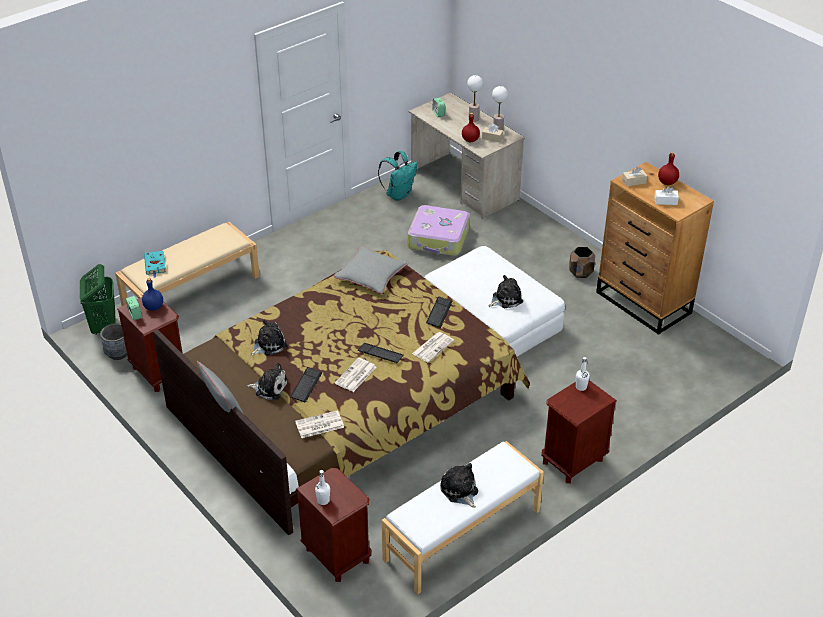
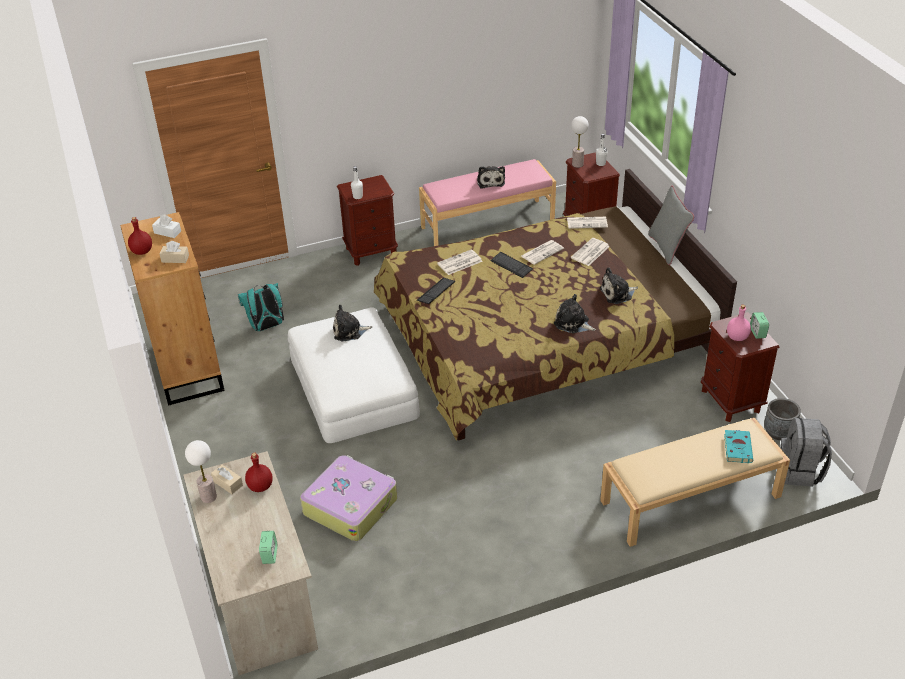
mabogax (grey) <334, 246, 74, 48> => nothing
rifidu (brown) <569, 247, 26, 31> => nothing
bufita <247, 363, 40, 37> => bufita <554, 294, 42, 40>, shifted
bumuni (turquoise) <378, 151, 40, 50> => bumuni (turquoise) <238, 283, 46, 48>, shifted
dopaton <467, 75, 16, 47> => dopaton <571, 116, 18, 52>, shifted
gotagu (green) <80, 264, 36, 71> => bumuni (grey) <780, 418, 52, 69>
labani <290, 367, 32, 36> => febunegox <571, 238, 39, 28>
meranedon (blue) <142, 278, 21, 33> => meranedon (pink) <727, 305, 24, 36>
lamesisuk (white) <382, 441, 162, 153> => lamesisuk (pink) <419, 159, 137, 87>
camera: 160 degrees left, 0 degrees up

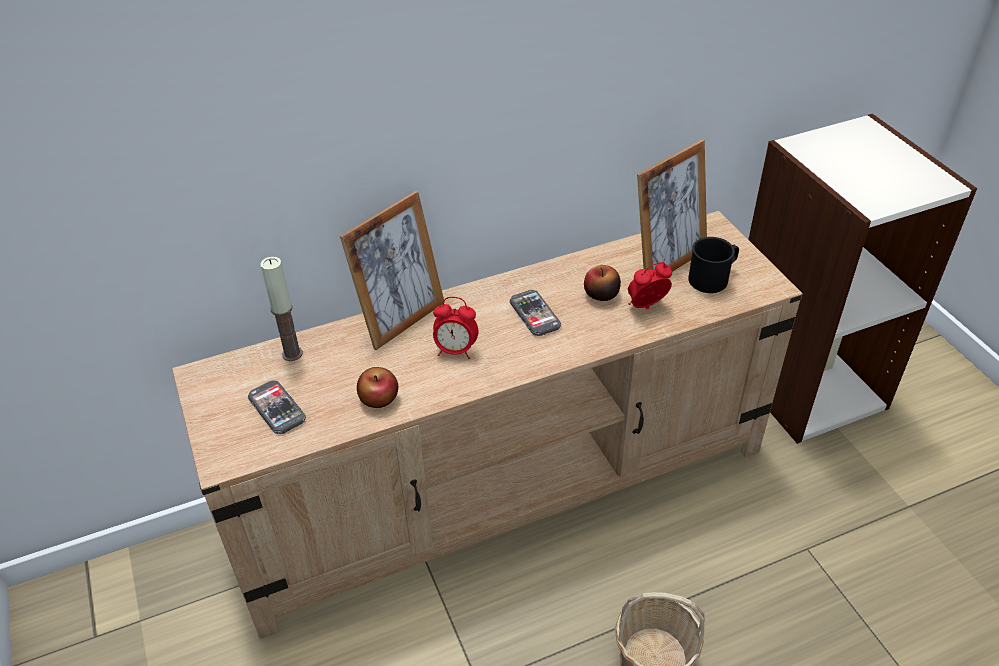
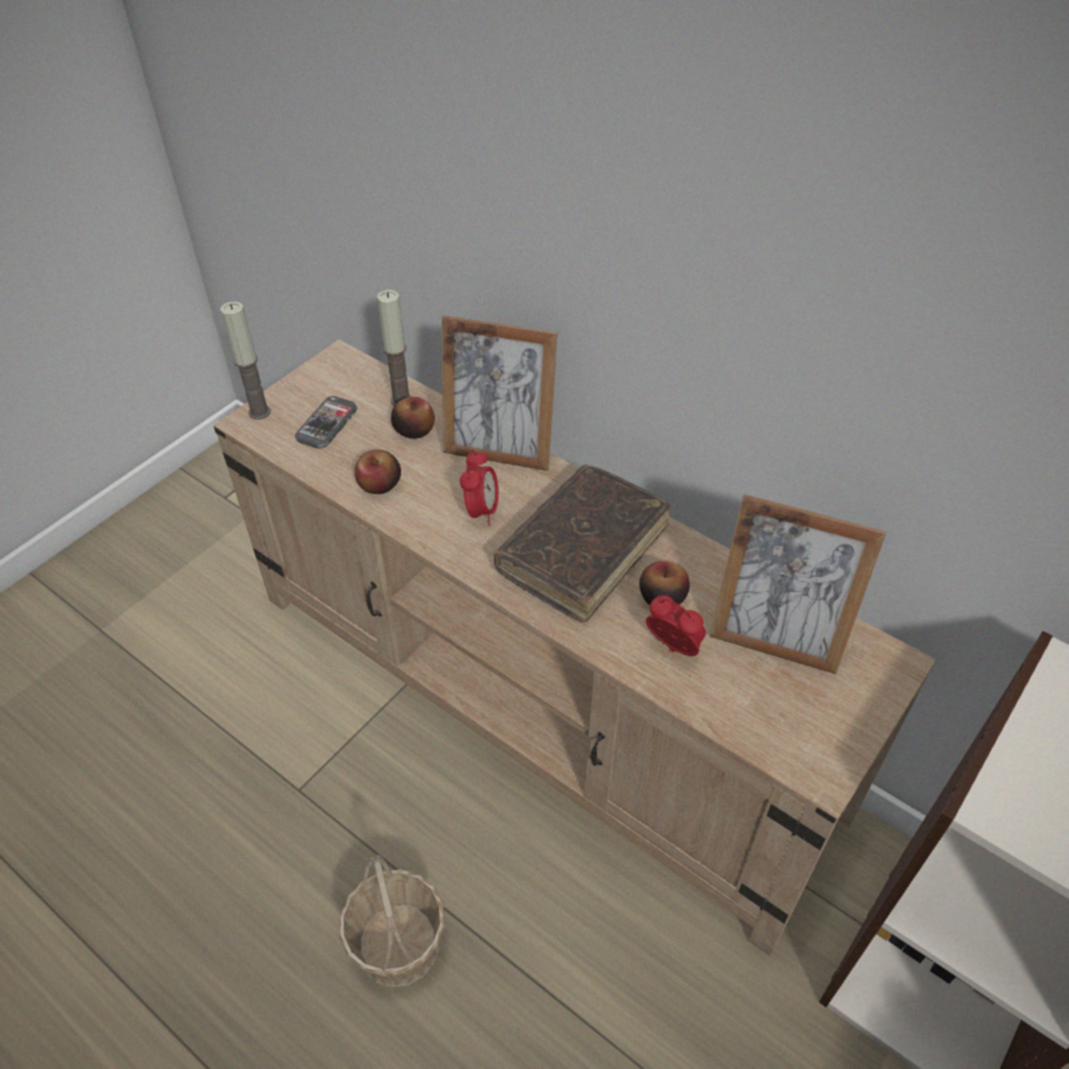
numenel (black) <688, 237, 51, 56> => nothing
nothing => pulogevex <220, 301, 51, 119>
nothing => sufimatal <391, 397, 44, 42>
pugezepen <509, 290, 52, 46> => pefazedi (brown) <493, 464, 178, 158>
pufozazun <433, 297, 46, 62> => pufozazun <460, 450, 39, 76>, 150 degrees counterclockwise
camera: 60 degrees right, 5 degrees up

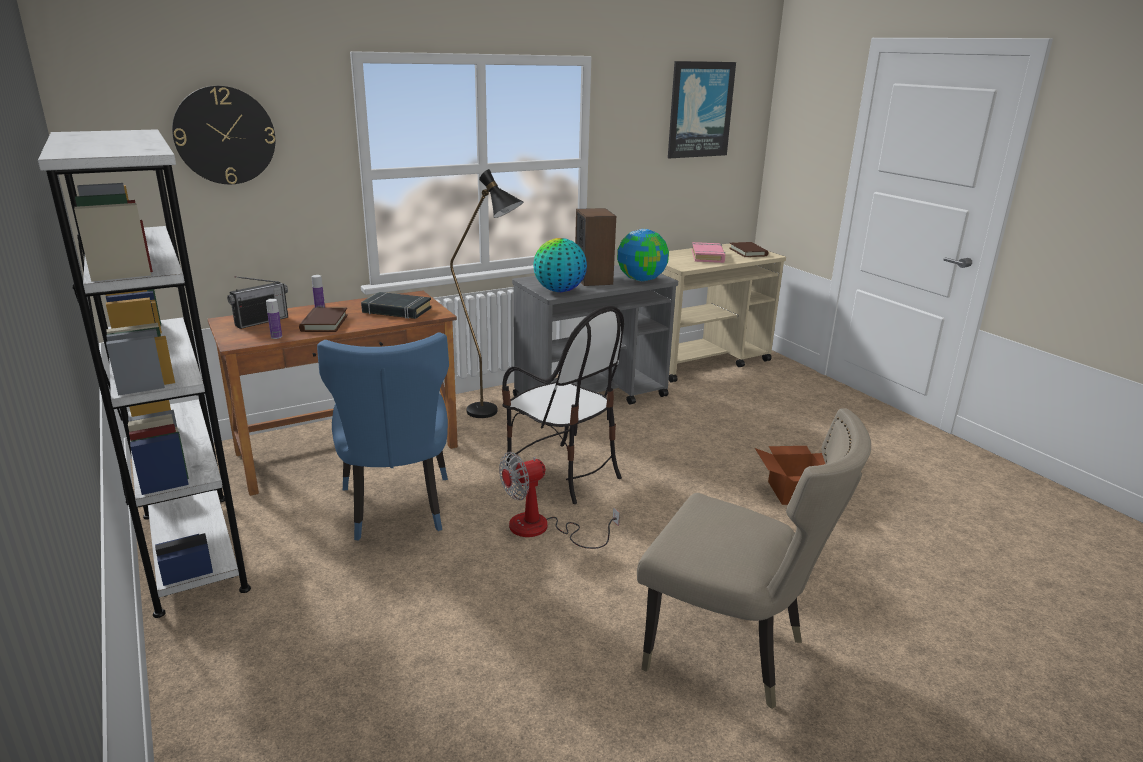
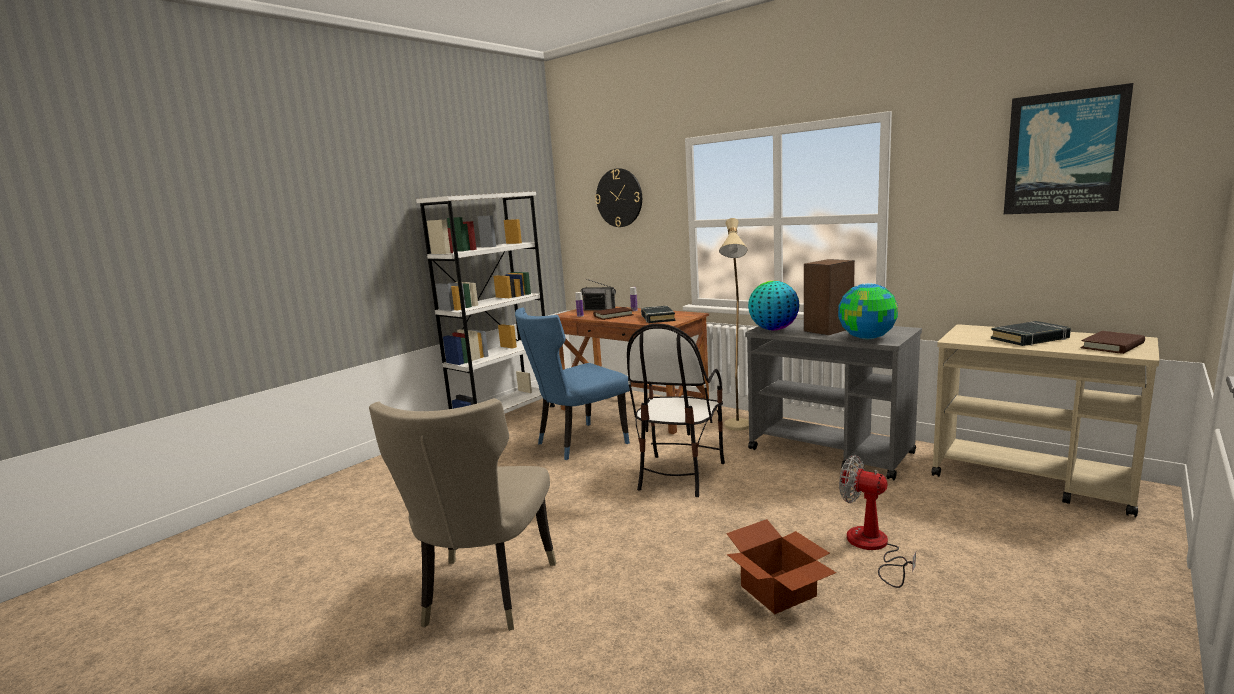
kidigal <499, 452, 121, 97> => kidigal <839, 455, 77, 133>, shifted
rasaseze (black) <450, 169, 73, 249> => rasaseze (beige) <719, 218, 30, 213>
pefazedi (pink) <692, 242, 33, 21> => pefazedi (black) <991, 321, 80, 25>
camera: 70 degrees right, 10 degrees down

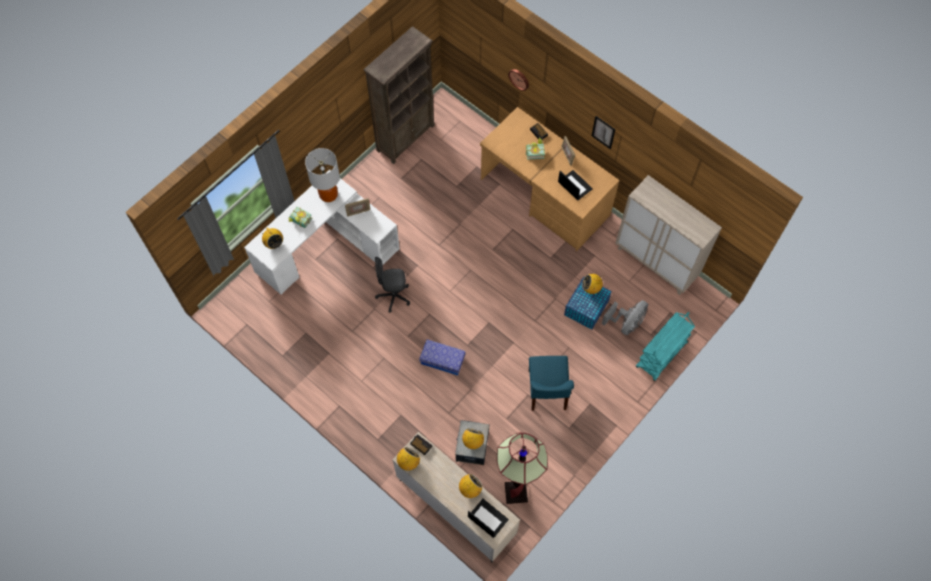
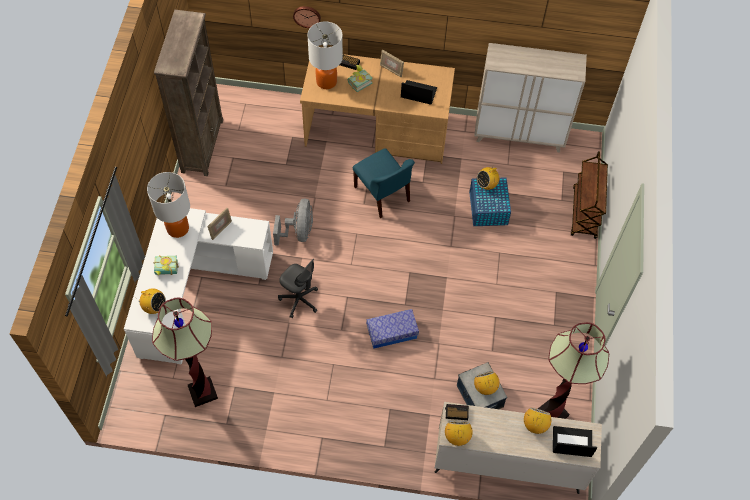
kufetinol <592, 116, 24, 33> => nothing
nothing => rasaseze <152, 298, 66, 109>
nothing => dopaton <307, 22, 36, 67>
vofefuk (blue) <529, 356, 45, 55> => vofefuk (blue) <353, 148, 62, 70>, shifted
kidigal (grey) <602, 300, 46, 35> => kidigal (grey) <273, 199, 40, 47>, shifted
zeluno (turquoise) <636, 312, 59, 69> => zeluno (brown) <571, 151, 37, 88>
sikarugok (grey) <375, 257, 35, 56> => sikarugok (grey) <278, 259, 40, 59>, 105 degrees counterclockwise
camera: 35 degrees left, 5 degrees down

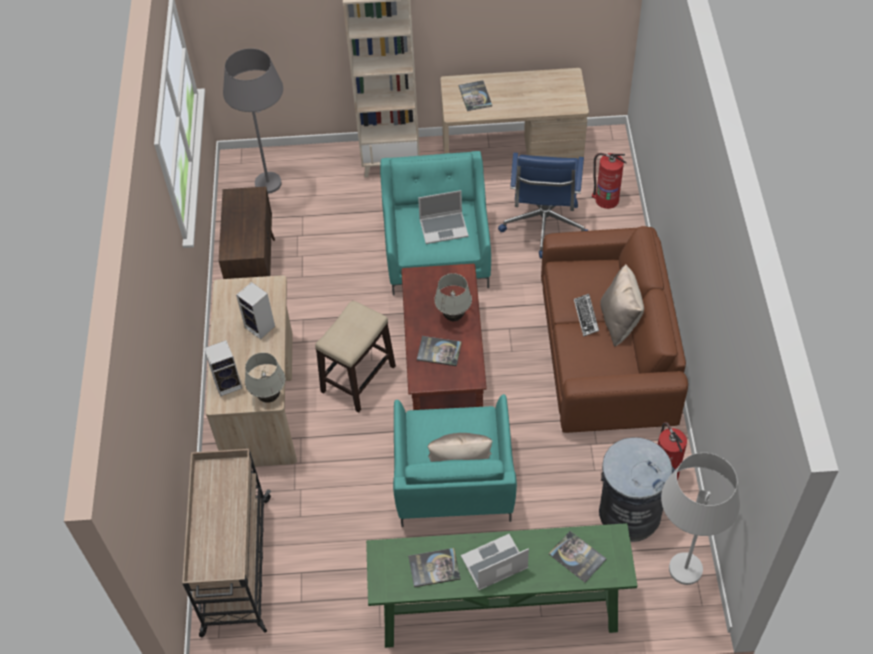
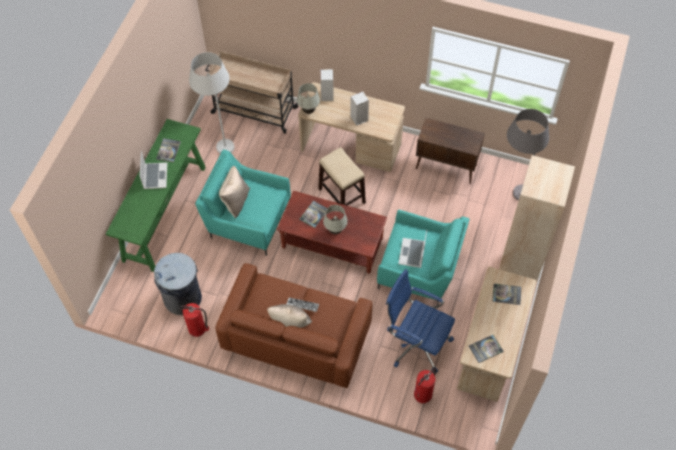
pefazedi <549, 531, 58, 52> => pefazedi <469, 334, 35, 29>, shifted
rasaseze (white) <661, 453, 79, 132> => rasaseze (white) <189, 52, 46, 102>, shifted
camera: 110 degrees right, 5 degrees up

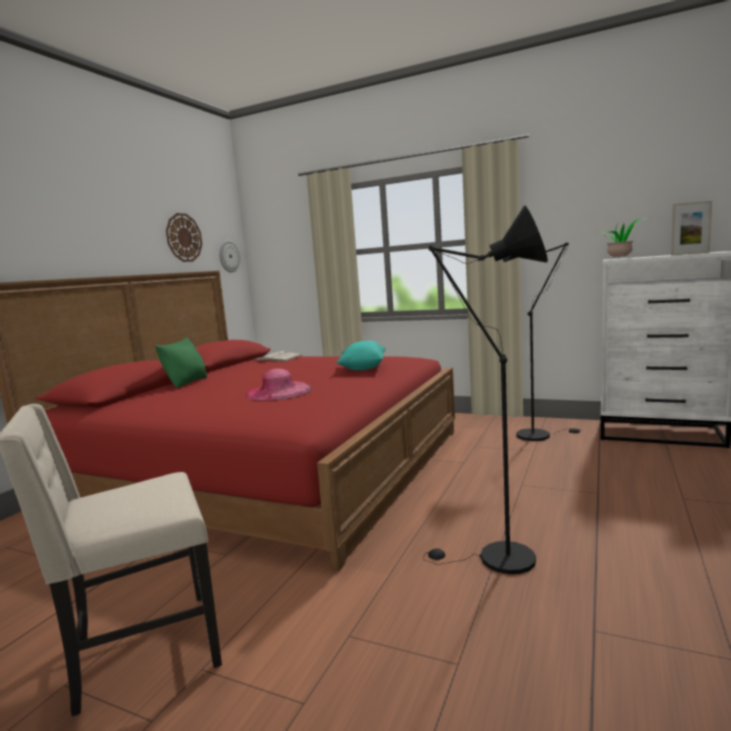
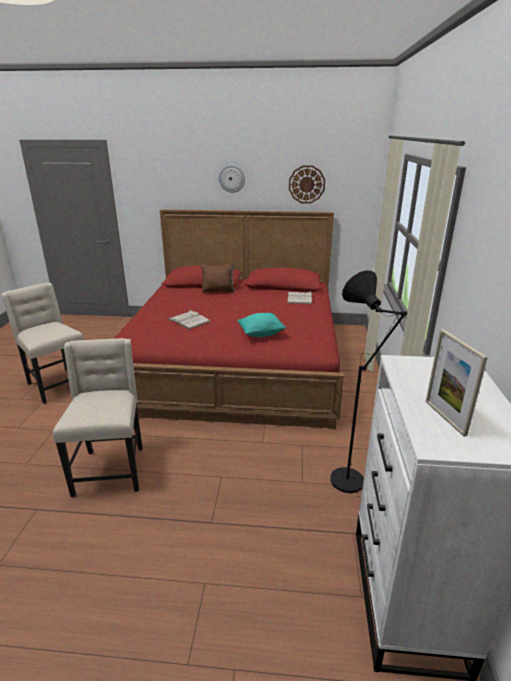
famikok <600, 217, 44, 42> => nothing
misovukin <219, 240, 21, 33> => misovukin <219, 164, 26, 29>, shifted
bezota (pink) <246, 368, 66, 32> => pefazedi (white) <168, 310, 43, 20>
rasaseze (black) <423, 205, 125, 369> => vofefuk (beige) <53, 338, 90, 159>
mabogax (green) <155, 337, 52, 51> => mabogax (brown) <201, 263, 34, 30>
camera: 70 degrees right, 15 degrees up

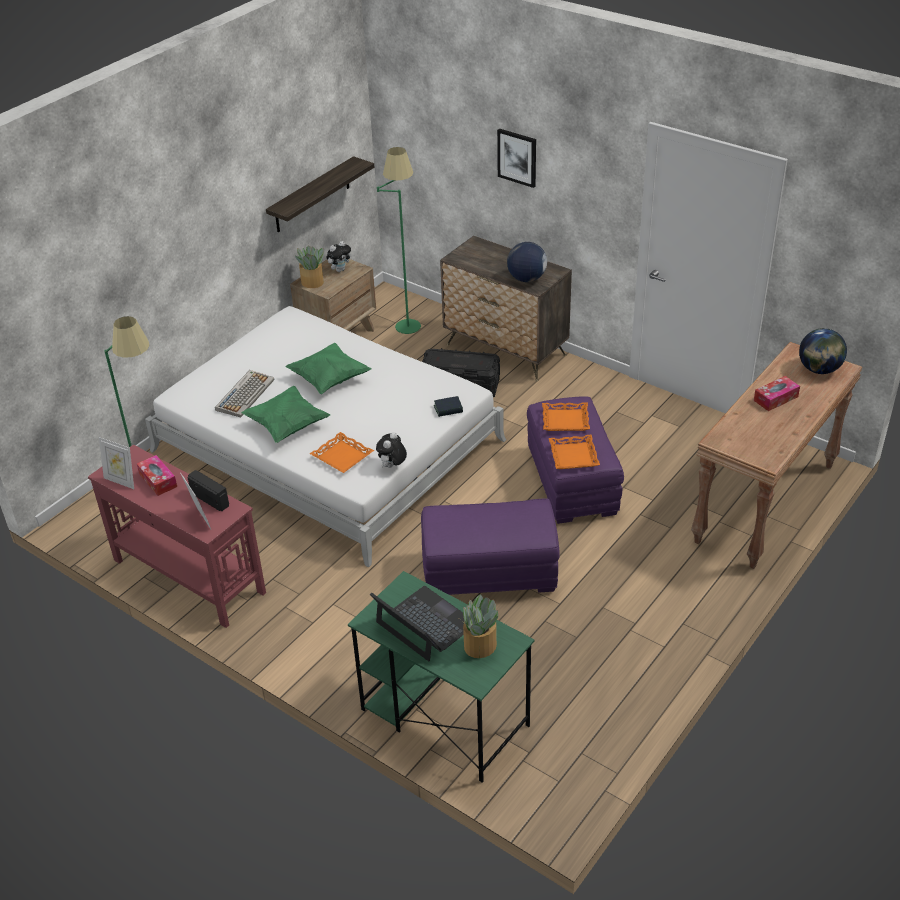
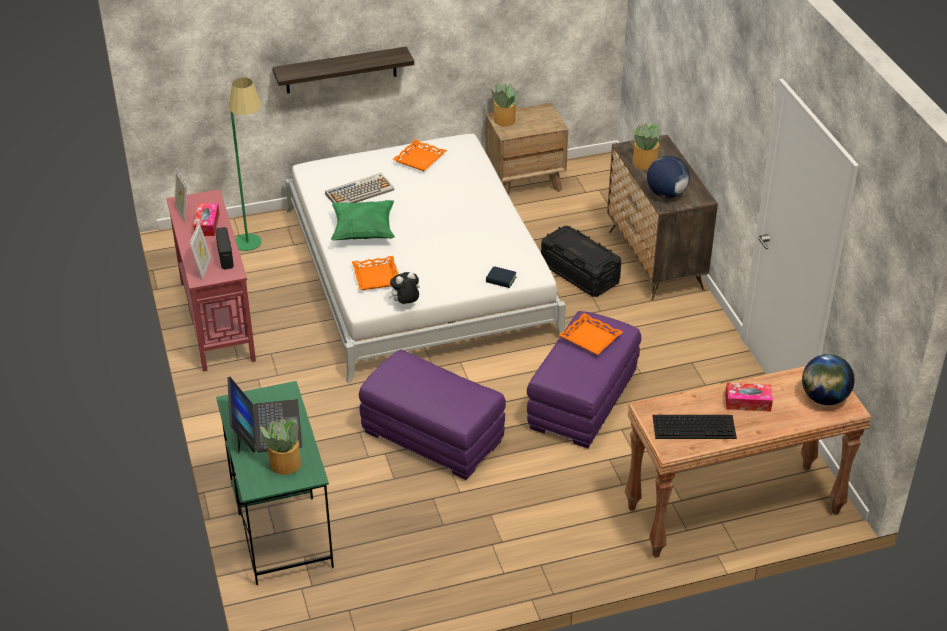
mabogax (green) <285, 343, 87, 51> => nothing
bufita <326, 241, 26, 31> => nothing
rasaseze (green) <377, 147, 44, 187> => nothing
kufetinol <497, 128, 39, 60> => nothing
nothing => famikok <631, 123, 31, 47>
nothing => labani <652, 415, 85, 24>
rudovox <266, 156, 108, 76> => rudovox <273, 46, 141, 47>, shifted
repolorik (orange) <549, 435, 51, 34> => repolorik (orange) <393, 139, 54, 32>, shifted
camera: 35 degrees right, 0 degrees up

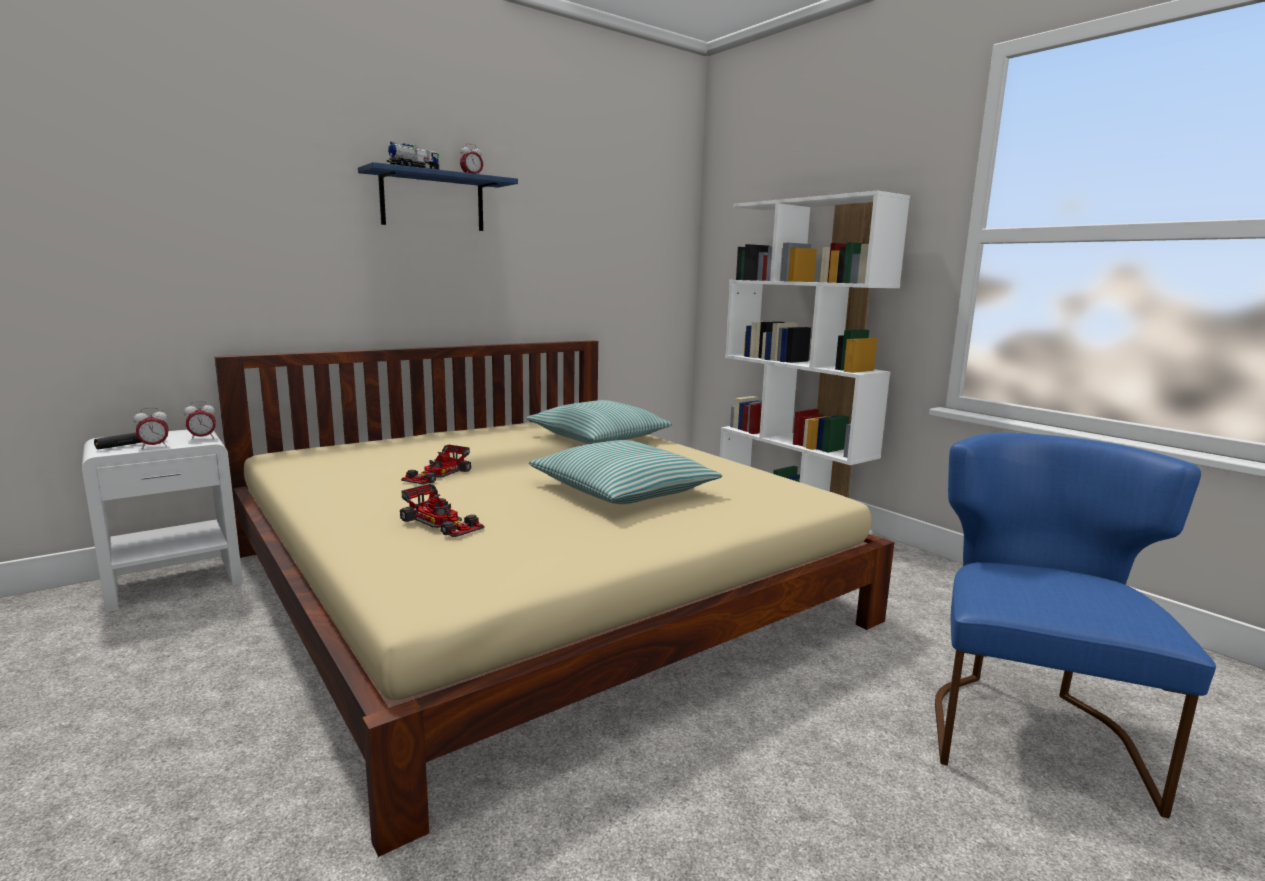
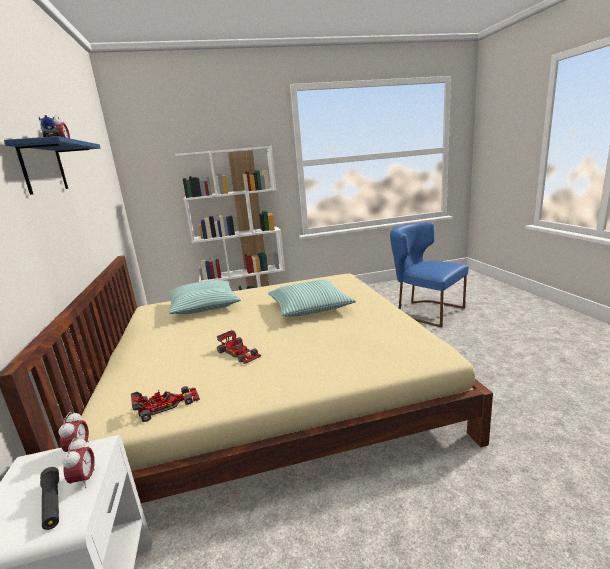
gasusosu <400, 484, 84, 53> => gasusosu <131, 386, 69, 36>, shifted
camera: 65 degrees left, 5 degrees up

